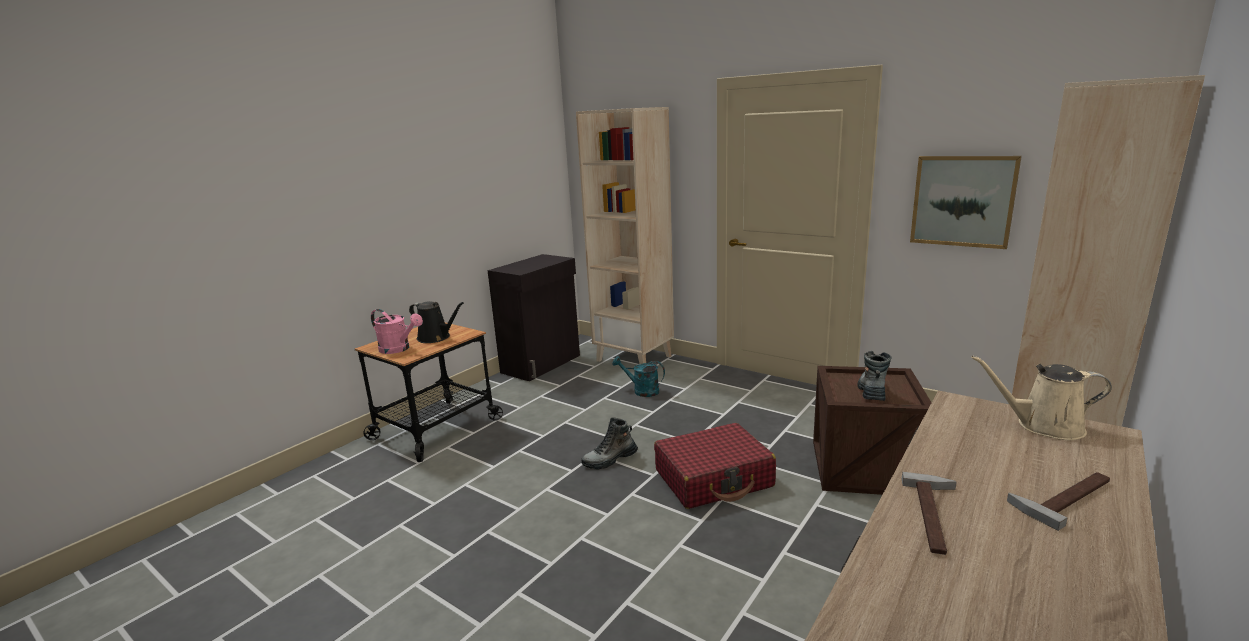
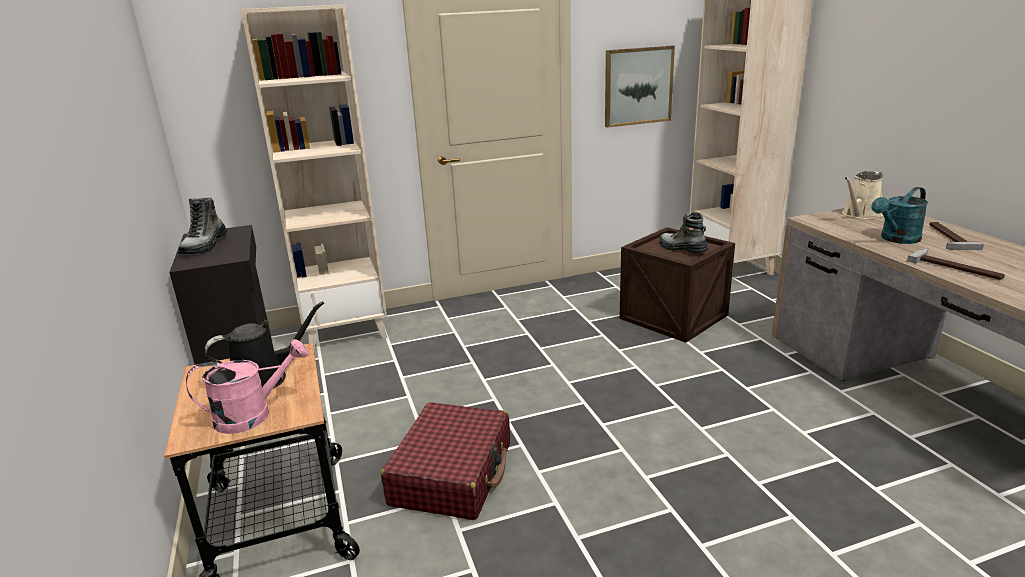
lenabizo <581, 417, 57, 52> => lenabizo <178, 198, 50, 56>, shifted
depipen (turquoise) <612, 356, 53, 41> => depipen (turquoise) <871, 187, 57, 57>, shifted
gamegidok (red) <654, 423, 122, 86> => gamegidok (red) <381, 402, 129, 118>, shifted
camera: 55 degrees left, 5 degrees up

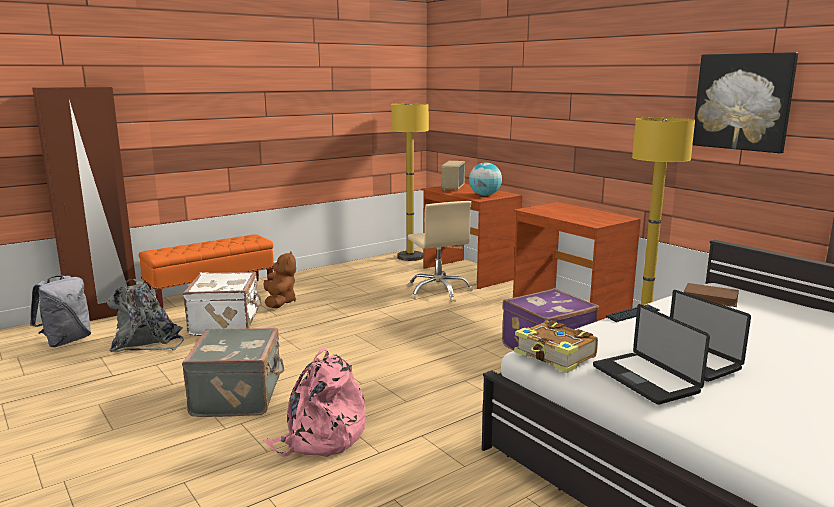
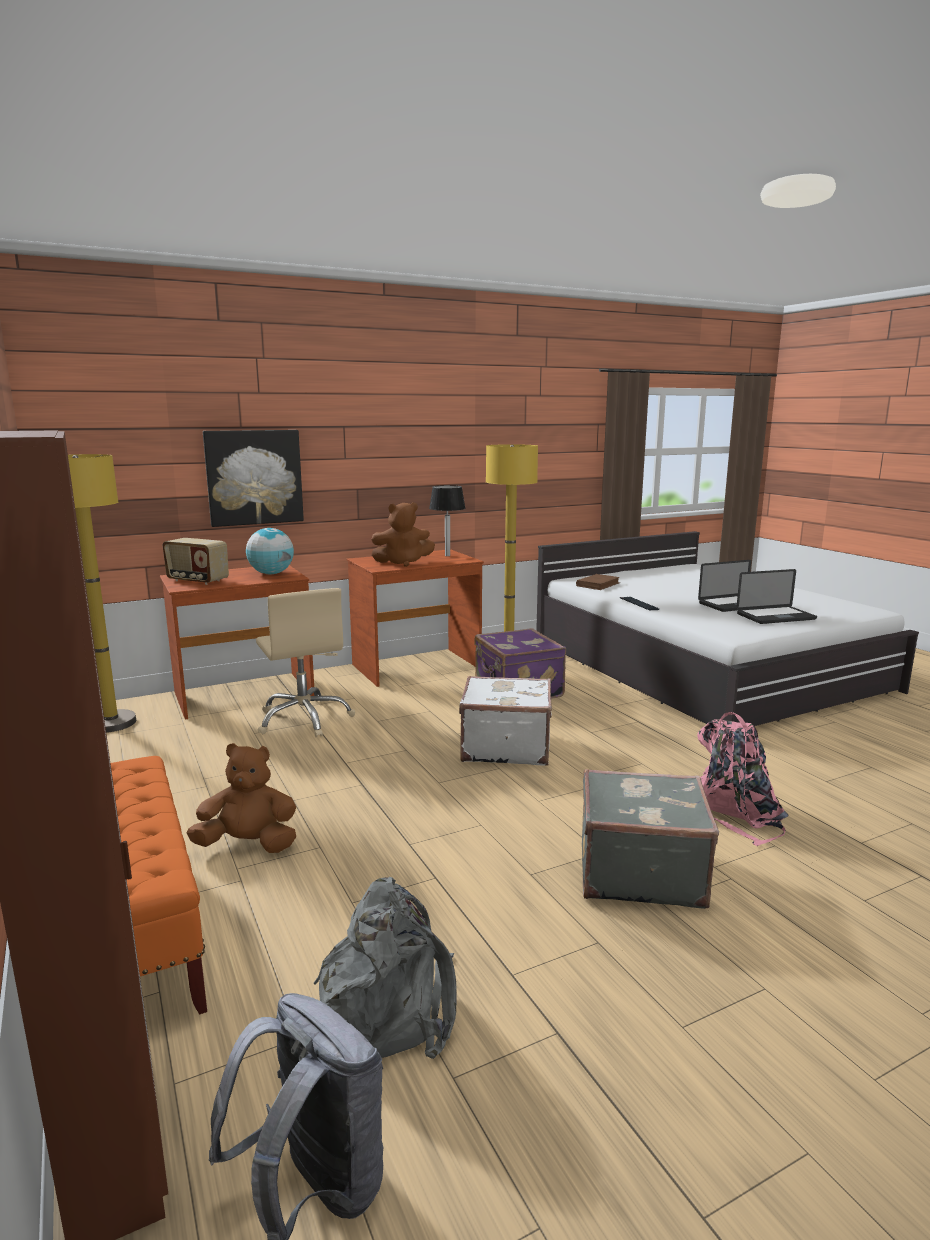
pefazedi <514, 320, 84, 53> => nothing
nothing => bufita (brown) <371, 502, 64, 65>
nothing => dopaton <429, 485, 37, 71>
gamegidok (white) <183, 272, 78, 64> => gamegidok (white) <459, 676, 93, 90>, shifted
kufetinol <693, 52, 105, 101> => kufetinol <203, 430, 101, 97>, shifted
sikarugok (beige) <408, 201, 65, 101> => sikarugok (beige) <256, 588, 99, 149>, 75 degrees clockwise
camera: 80 degrees left, 0 degrees up

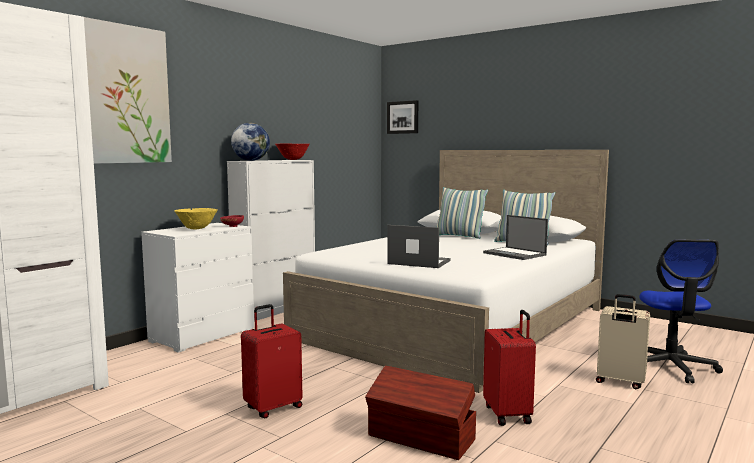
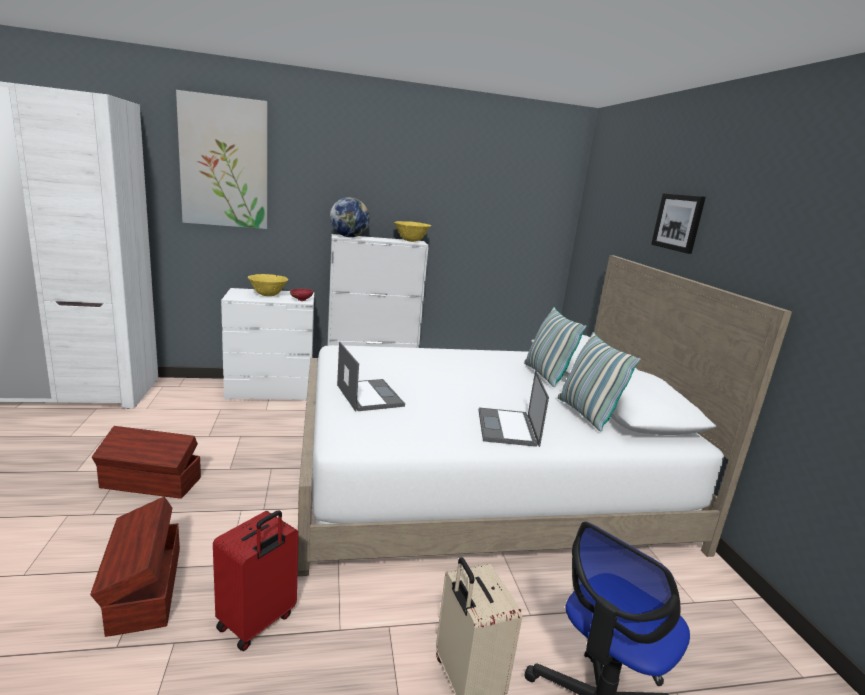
kufetinol <387, 100, 31, 34> => kufetinol <651, 193, 55, 61>, shifted
gamegidok (red) <241, 304, 61, 114> => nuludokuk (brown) <92, 426, 109, 73>
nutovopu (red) <275, 143, 35, 17> => nutovopu (yellow) <394, 221, 37, 21>
camera: 40 degrees right, 10 degrees up

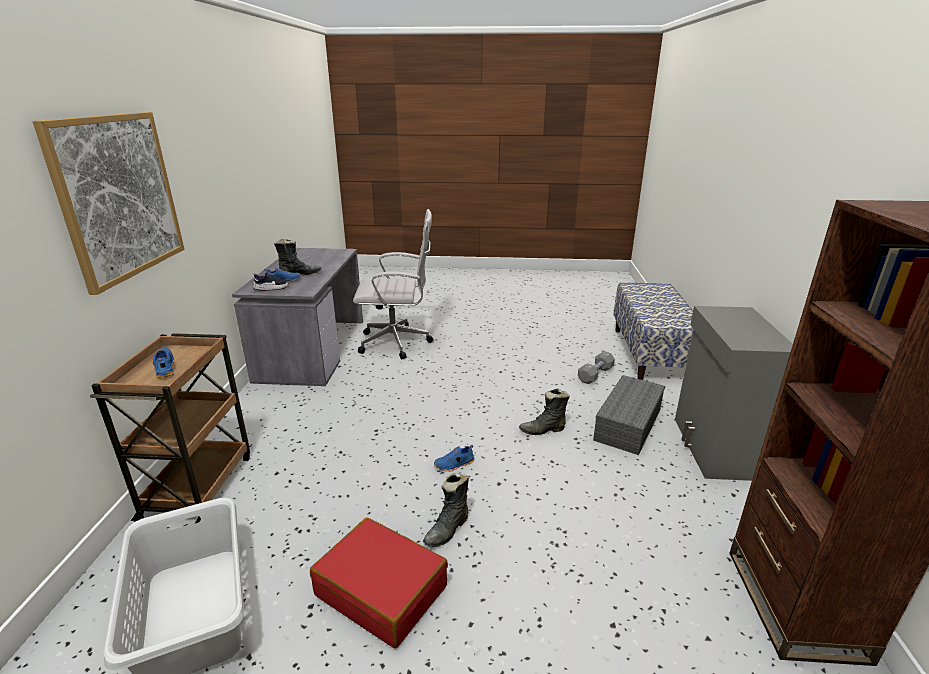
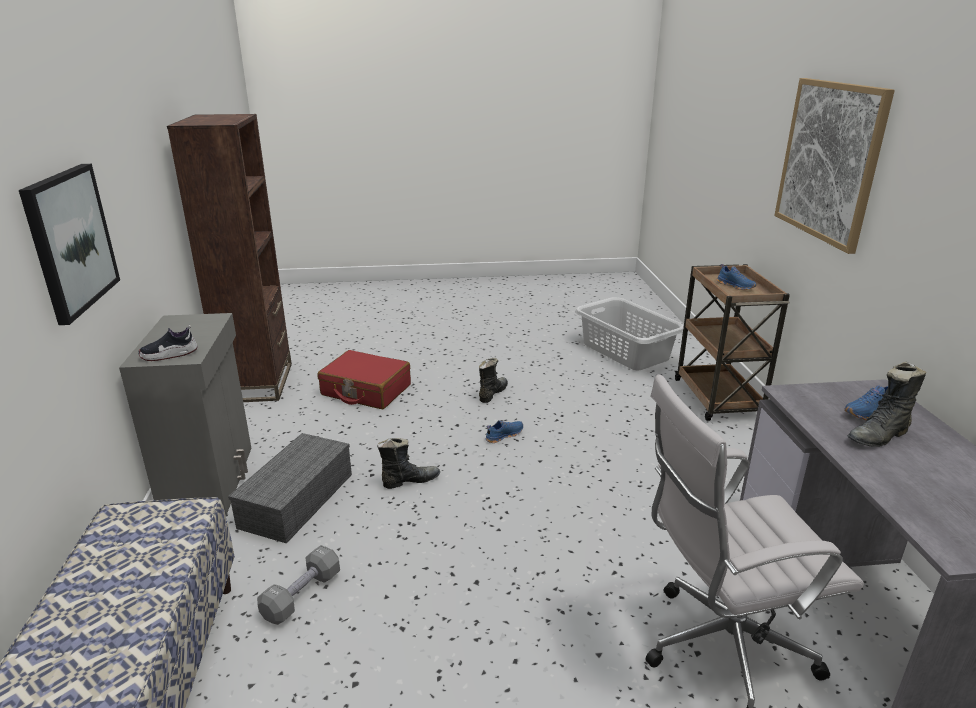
nothing => kufetinol <19, 164, 101, 161>
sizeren <252, 272, 37, 19> => sizeren <138, 325, 60, 36>, shifted
gamegidok (red) <310, 517, 138, 131> => gamegidok (red) <318, 350, 93, 59>, shifted
camera: 170 degrees right, 0 degrees up

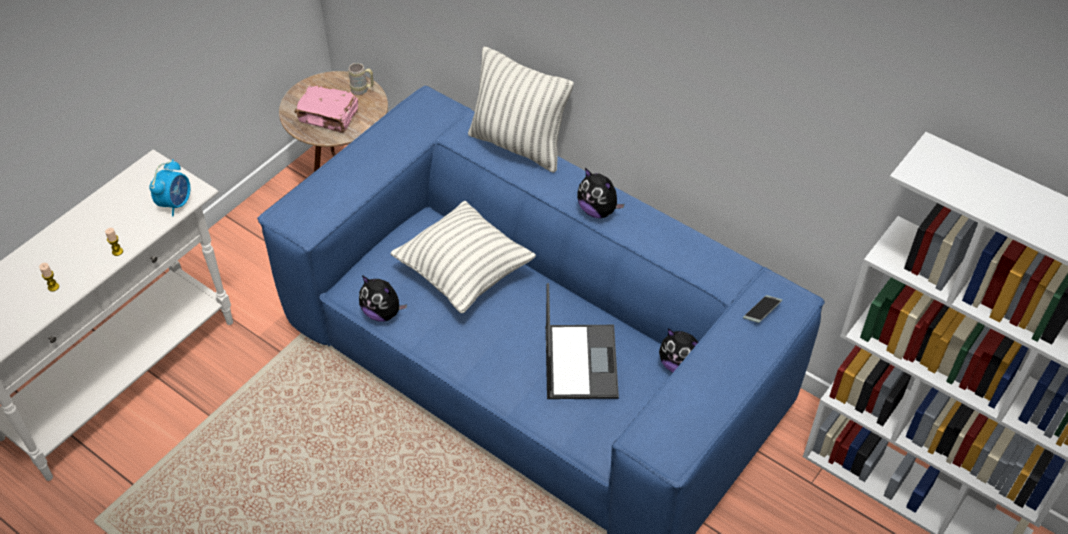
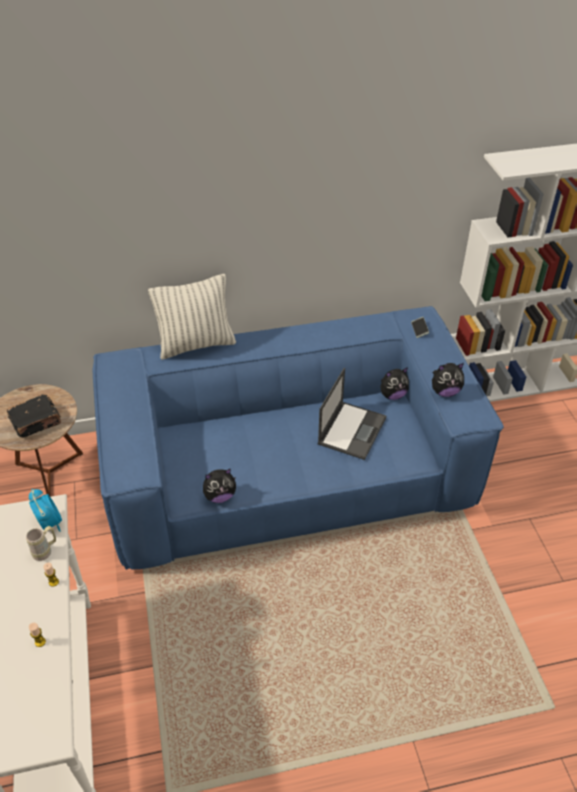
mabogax <391, 201, 145, 112> => nothing
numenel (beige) <349, 63, 25, 32> => numenel (beige) <26, 526, 30, 35>, shifted
bufita <577, 168, 48, 50> => bufita <432, 363, 32, 34>, shifted
pefazedi (pink) <294, 84, 64, 49> => pefazedi (black) <7, 394, 54, 44>
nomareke <546, 283, 73, 116> => nomareke <318, 368, 68, 92>, 75 degrees clockwise
camera: 50 degrees left, 5 degrees down

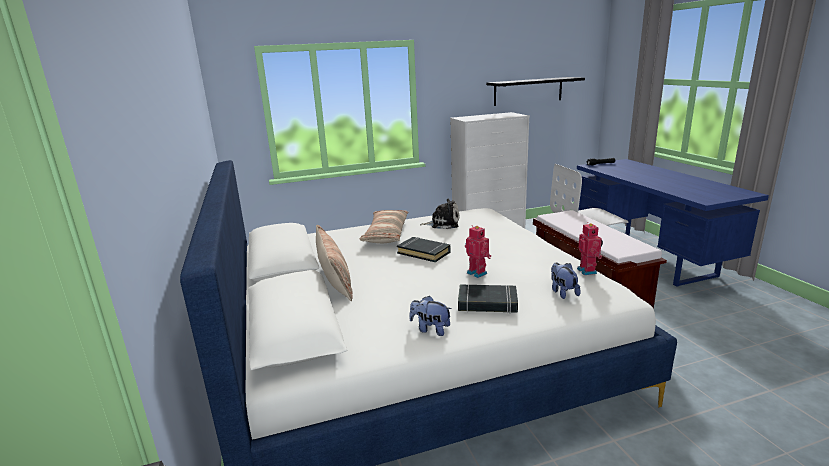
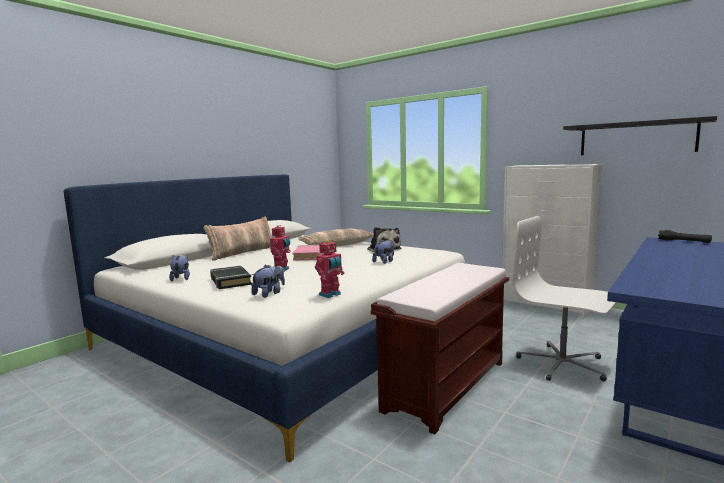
nothing => bufita <372, 239, 22, 25>
pefazedi (black) <397, 237, 53, 25> => pefazedi (pink) <293, 245, 29, 16>
camera: 55 degrees right, 10 degrees down

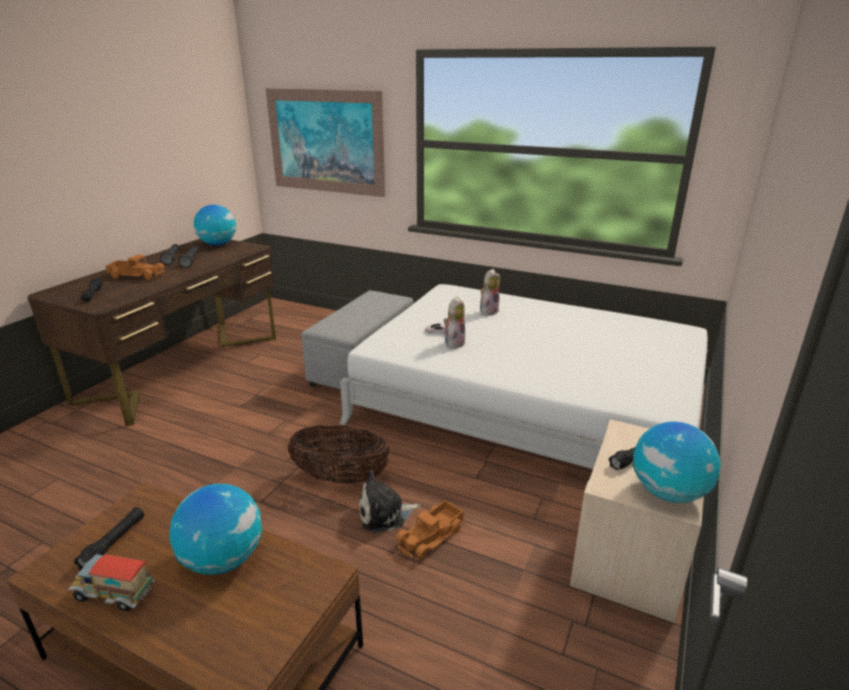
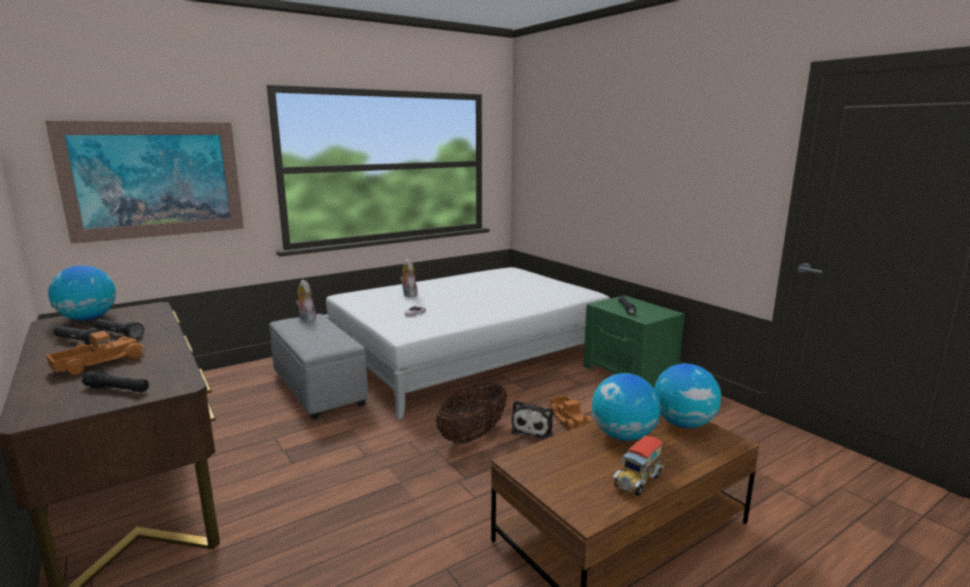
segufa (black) <74, 507, 70, 63> => nothing
bufita <443, 296, 22, 53> => bufita <296, 280, 20, 42>, shifted
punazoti <633, 422, 87, 81> => punazoti <654, 364, 67, 64>, shifted
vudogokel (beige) <570, 420, 134, 203> => vudogokel (green) <583, 295, 102, 93>
camera: 60 degrees left, 10 degrees down

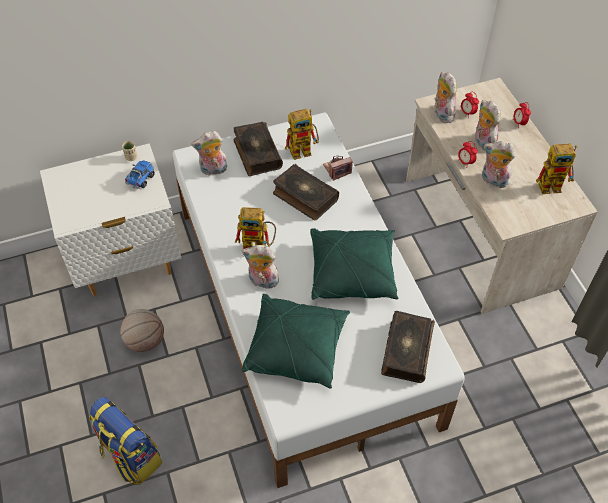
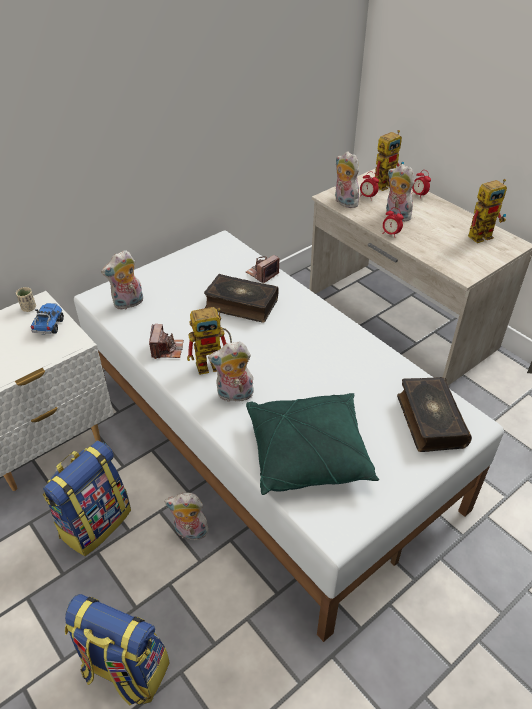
pefazedi <234, 122, 49, 54> => nothing
mabogax (green) <310, 228, 88, 72> => nothing
nothing => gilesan <149, 324, 35, 35>
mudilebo <285, 109, 34, 51> => mudilebo <375, 130, 29, 61>, shifted
bufita <482, 141, 33, 47> => bufita <164, 492, 45, 48>, shifted
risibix <120, 309, 44, 43> => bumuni <43, 441, 88, 115>
camera: 20 degrees left, 10 degrees down

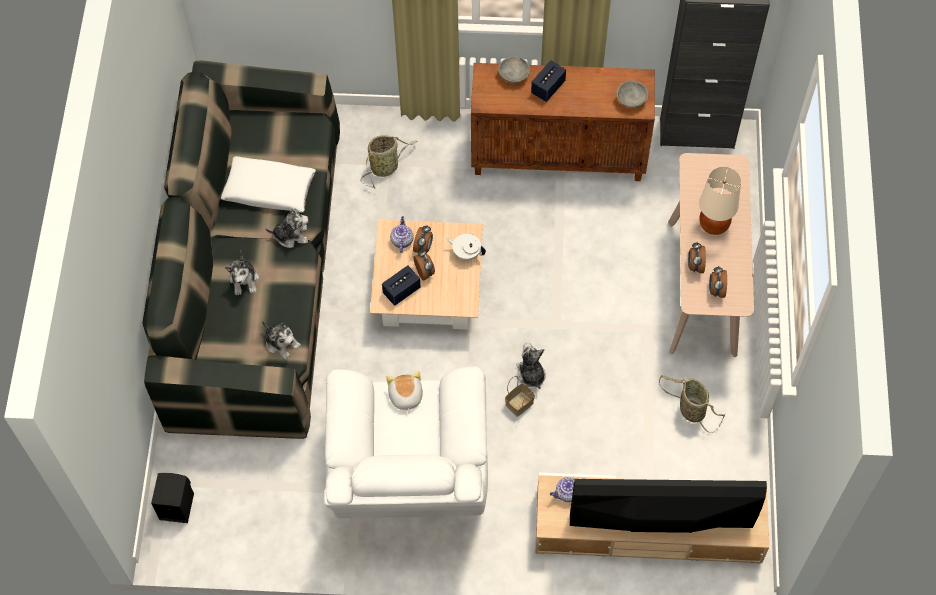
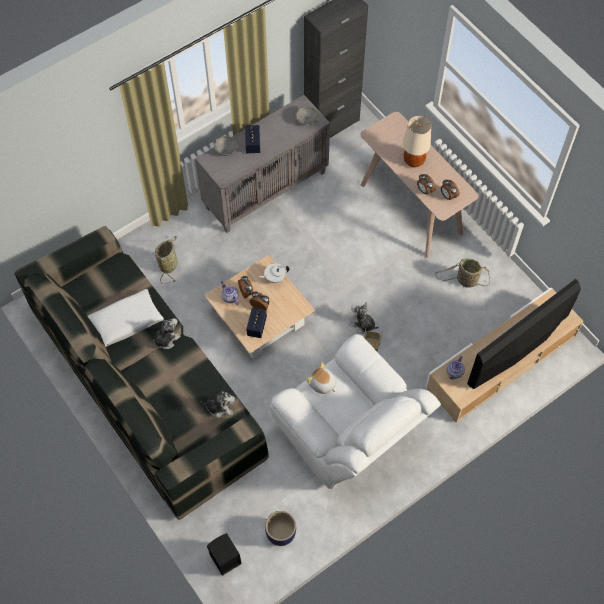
bufita <225, 250, 34, 45> => nothing
nothing => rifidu <265, 511, 31, 35>
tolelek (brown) <471, 63, 184, 118> => tolelek (grey) <195, 95, 135, 138>
camera: 40 degrees left, 0 degrees up

